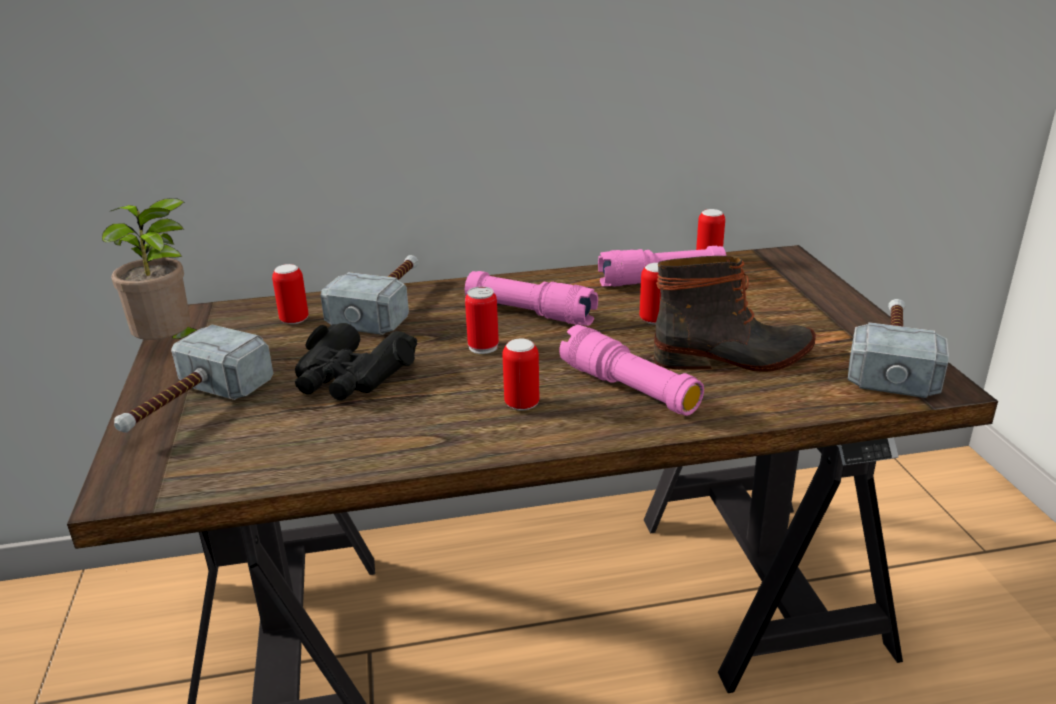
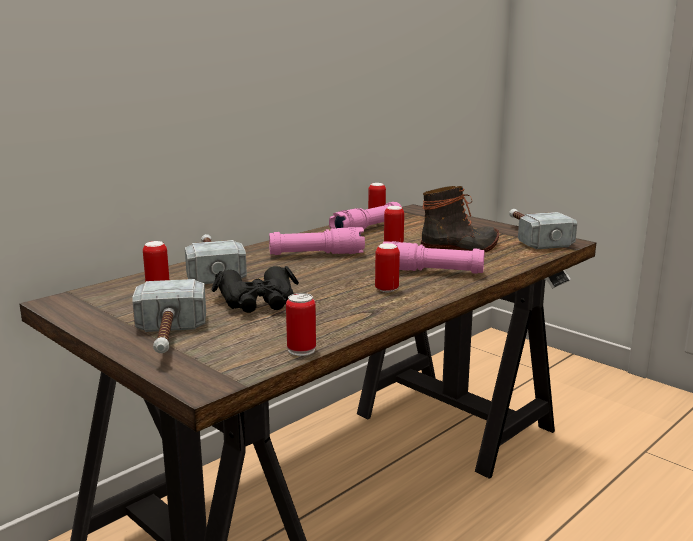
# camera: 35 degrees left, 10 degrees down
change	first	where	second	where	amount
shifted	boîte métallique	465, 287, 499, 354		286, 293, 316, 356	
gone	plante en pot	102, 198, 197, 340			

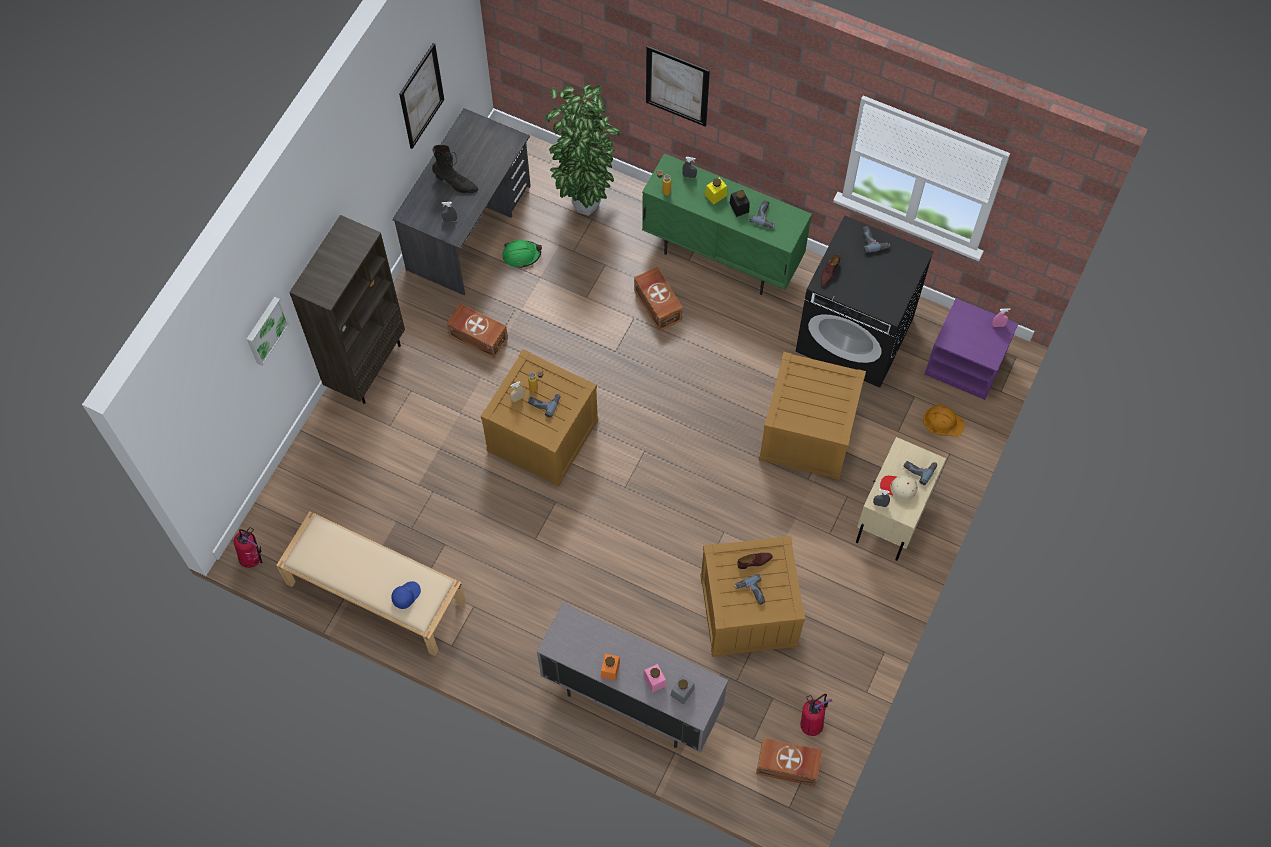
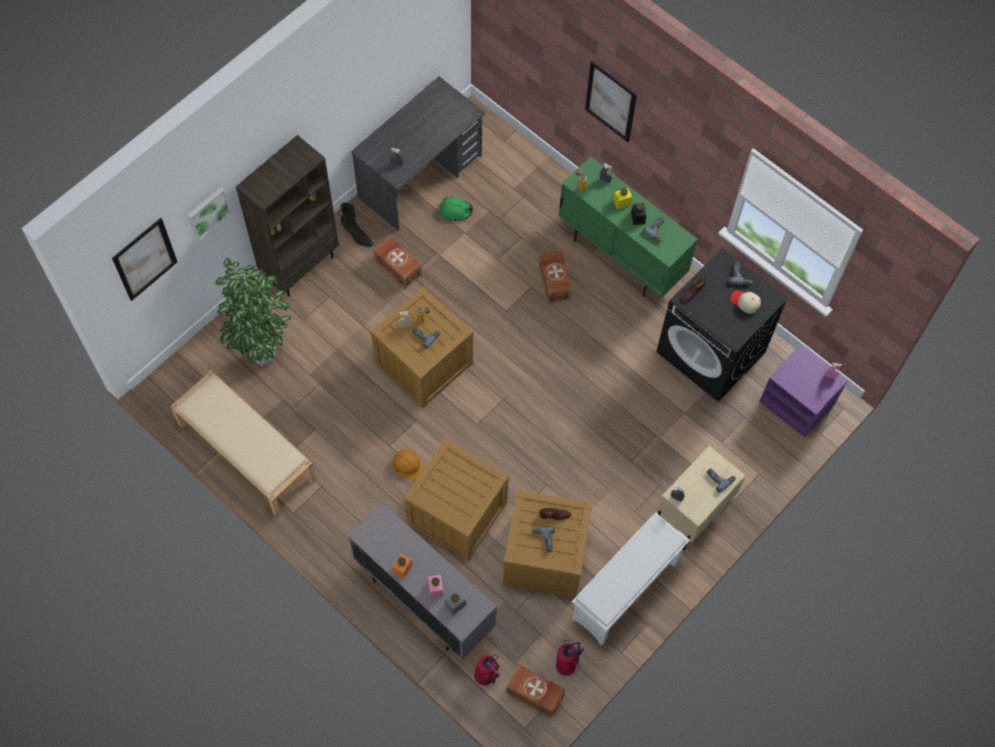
# camera: 15 degrees right, 0 degrees up
change	first	where	second	where	amount
shifted	tableau	399, 43, 444, 149		112, 218, 177, 301	
shifted	plante en pot	545, 85, 621, 216		215, 257, 292, 366	
shifted	botte/noir	432, 145, 478, 193		340, 203, 373, 247	
shifted	casque de chantier/orange	923, 405, 965, 437		392, 449, 426, 481	
shifted	caisse	759, 352, 866, 480		403, 438, 509, 561	
shifted	extincteur	234, 527, 263, 568		474, 654, 500, 685	
new			étagère à chaussures/blanc	572, 512, 690, 646	
shifted	casquette/beige	880, 475, 918, 500		730, 290, 761, 314	
gone	casquette/bleu	391, 581, 421, 609			

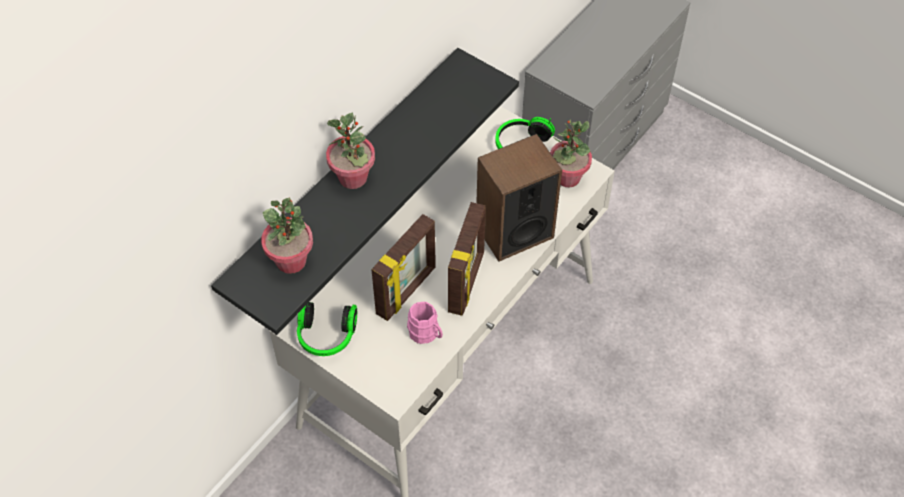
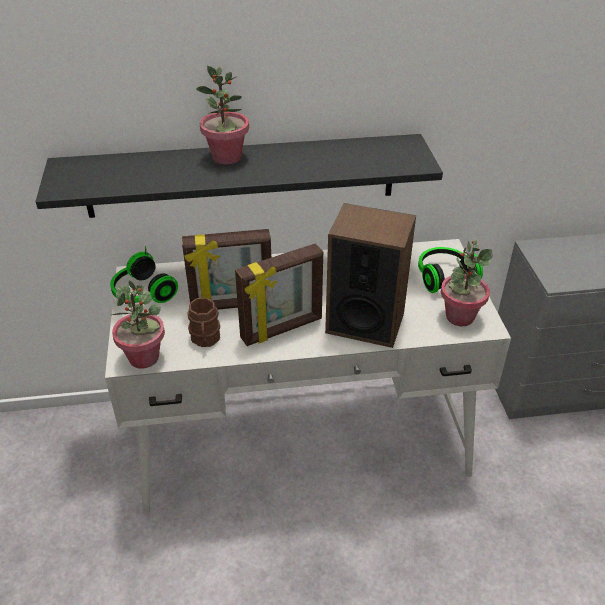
# camera: 45 degrees right, 15 degrees down
change	first	where	second	where	amount
shifted	plante en pot	261, 198, 313, 274		111, 280, 165, 369	
repainted	mug/rose	407, 301, 443, 344	mug/marron	187, 298, 220, 347	

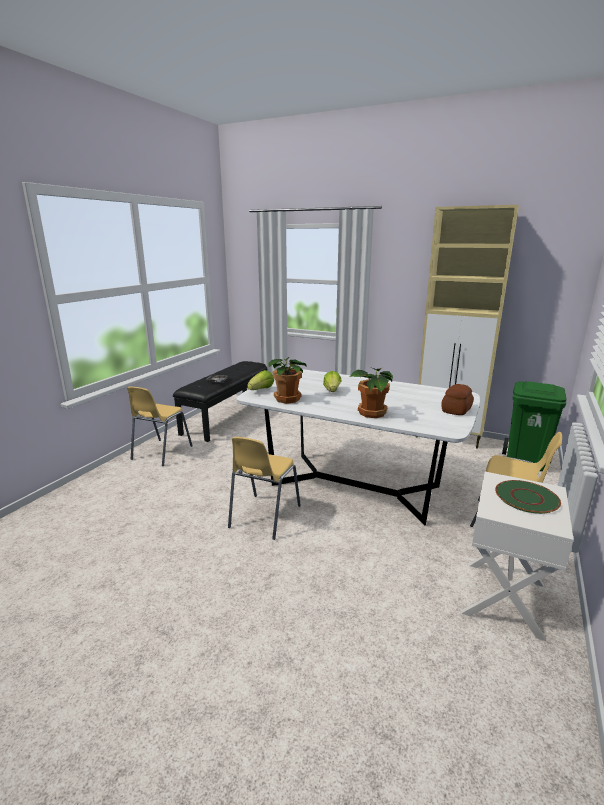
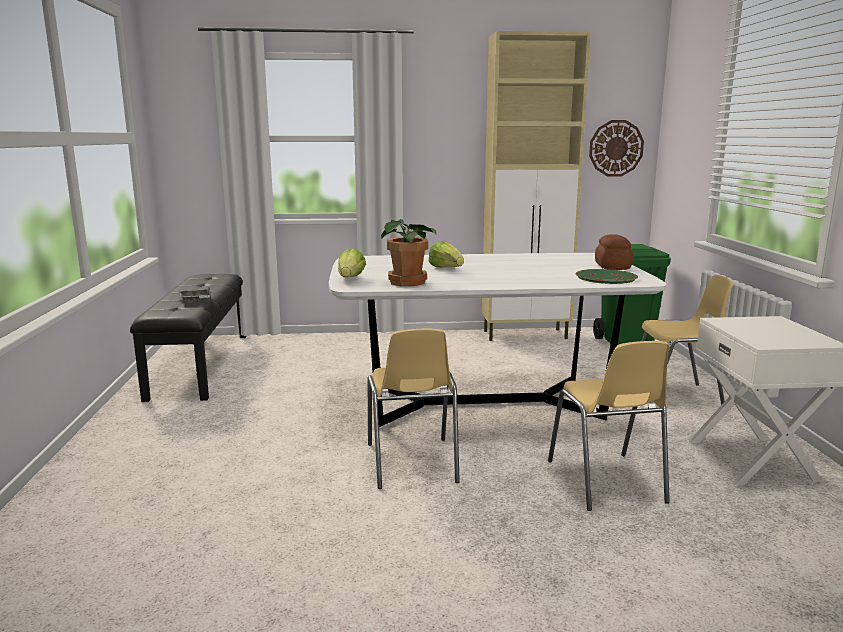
# camera: 30 degrees left, 5 degrees down
change	first	where	second	where	amount
shifted	chaise/jaune	127, 387, 193, 466		548, 341, 670, 511	
shifted	assiette/vert	495, 480, 561, 514		575, 269, 638, 284	
new			horloge murale	589, 120, 644, 177	
gone	plante en pot	349, 367, 393, 418			

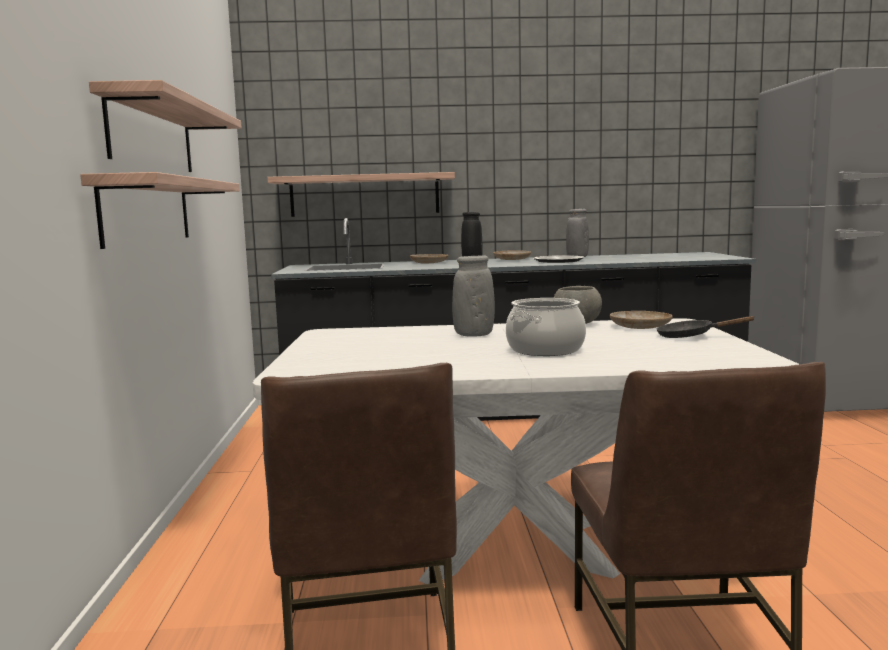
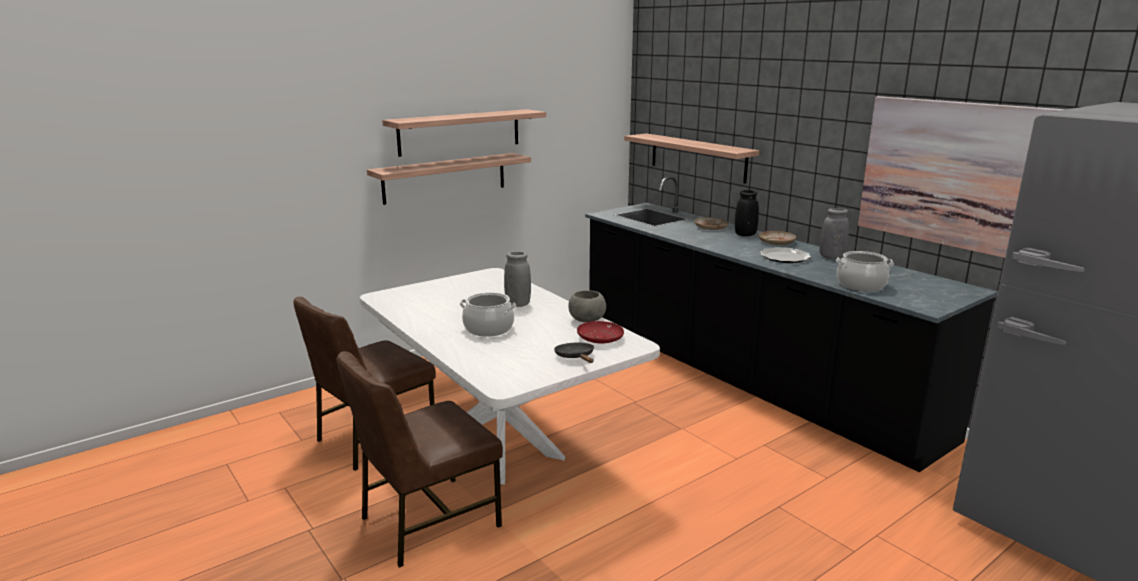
# camera: 55 degrees right, 10 degrees up
change	first	where	second	where	amount
repainted	assiette/beige	610, 311, 673, 329	assiette/rouge	577, 321, 624, 343	
new			marmite	836, 251, 894, 291	
new			tableau	858, 96, 1066, 258	

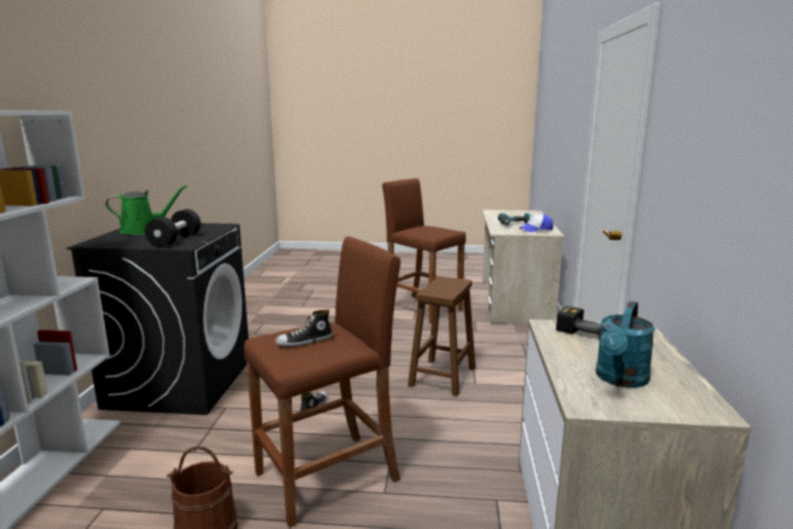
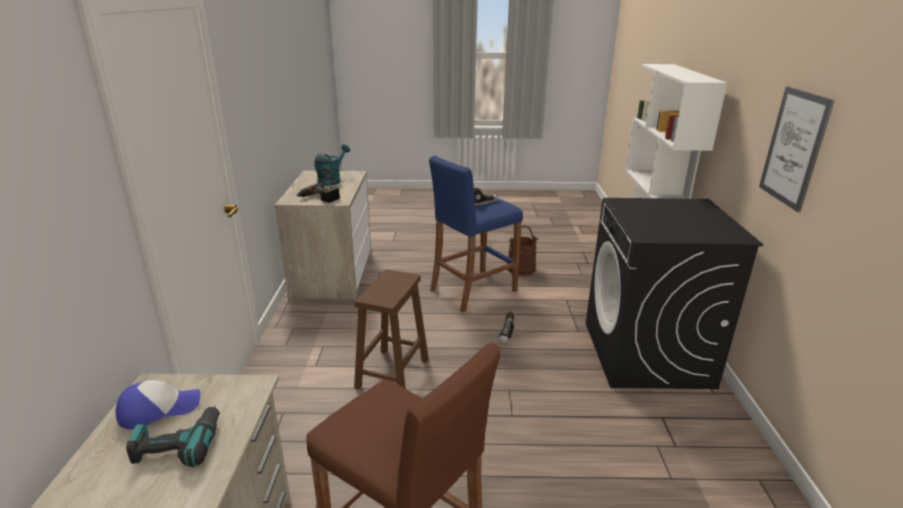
# camera: 175 degrees right, 10 degrees up
change	first	where	second	where	amount
repainted	tabouret/marron	244, 236, 401, 528	tabouret/bleu	429, 156, 523, 312	
new			tableau	759, 87, 835, 212	
gone	arrosoir/vert	106, 185, 187, 235			
gone	haltère/noir	145, 209, 201, 247			

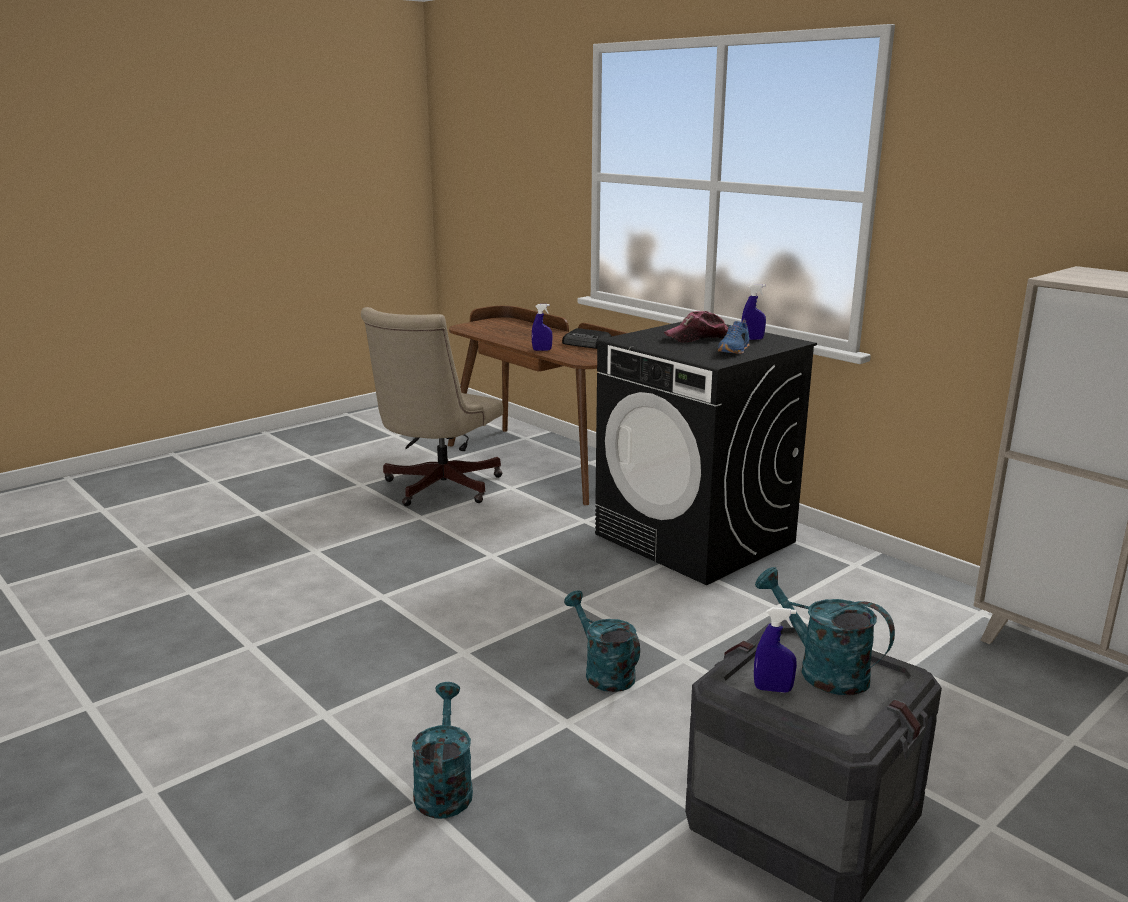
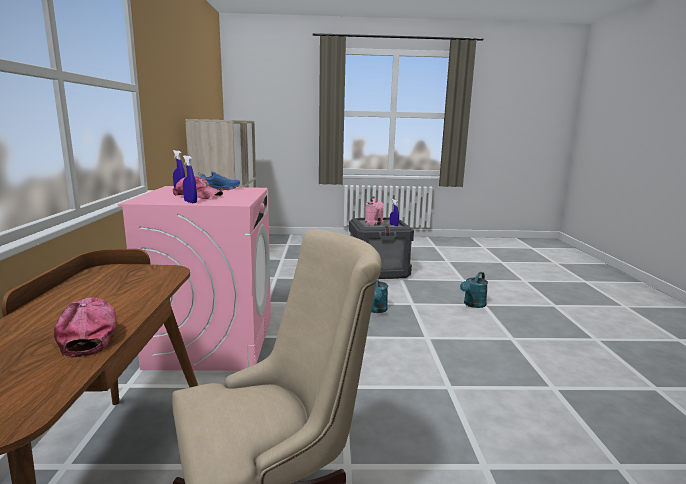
# camera: 140 degrees left, 5 degrees down
change	first	where	second	where	amount
new			casquette	54, 297, 117, 359	
repainted	lave-linge/noir	595, 322, 817, 585	lave-linge/rose	118, 186, 271, 371	
shifted	vaporisateur/bleu	532, 304, 553, 351		183, 155, 197, 203	
repainted	arrosoir/turquoise	755, 567, 895, 695	arrosoir/rose	365, 196, 384, 226	
gone	radio	562, 328, 612, 349			

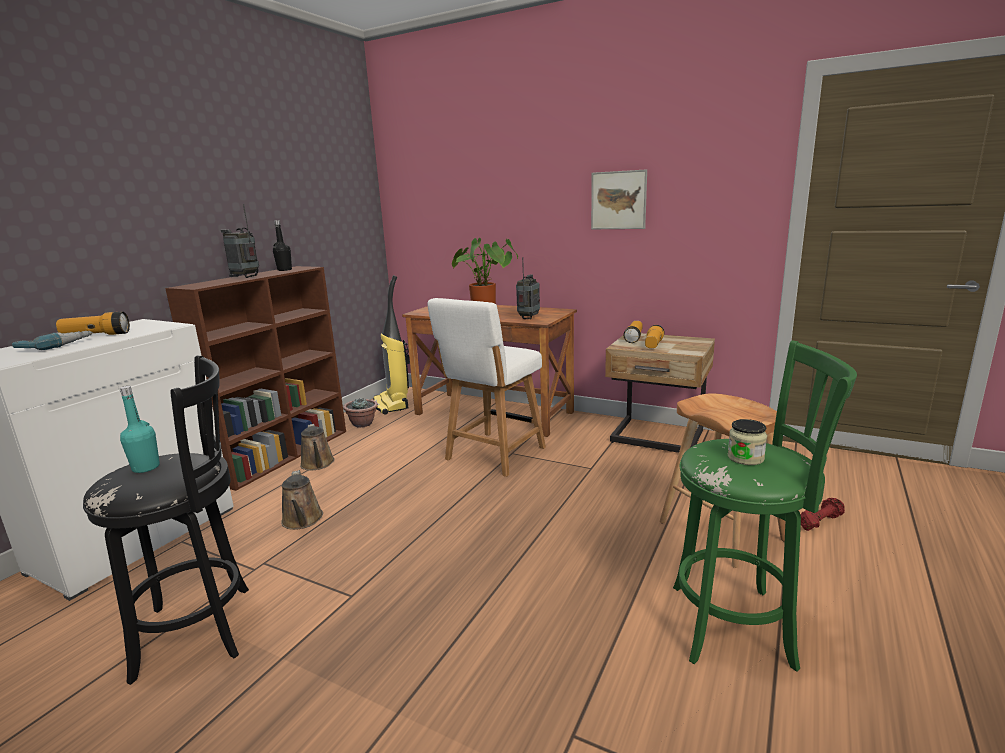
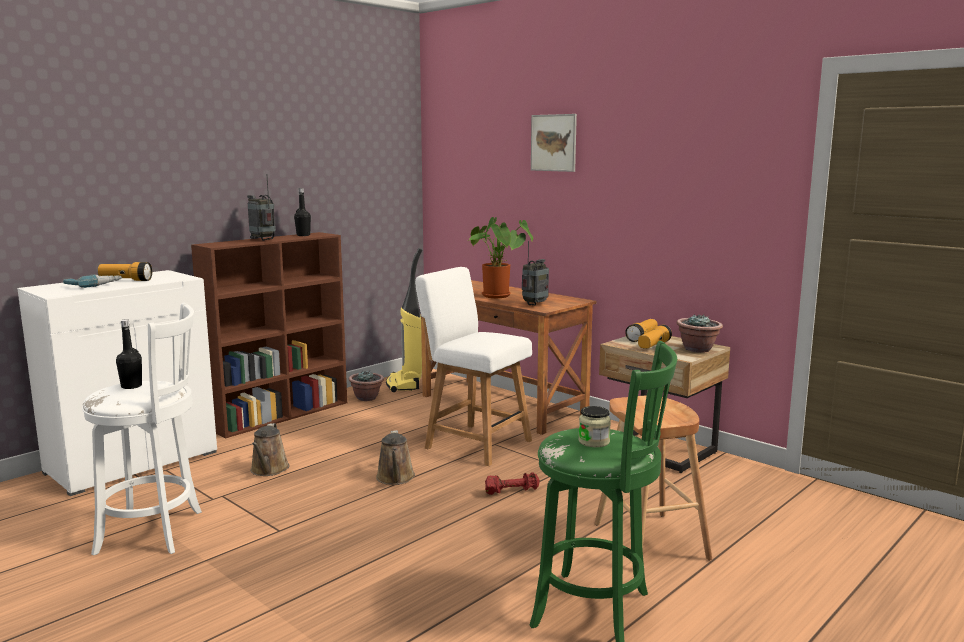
# camera: 15 degrees right, 5 degrees down
change	first	where	second	where	amount
repainted	tabouret/noir	83, 355, 249, 685	tabouret/blanc	82, 303, 202, 556	
repainted	bouteille/turquoise	120, 386, 160, 473	bouteille/noir	116, 319, 142, 389	
shifted	arrosoir/marron	300, 424, 335, 471		376, 430, 415, 485	
rotated	chaise/blanc	427, 298, 546, 477		415, 267, 532, 466	75 degrees clockwise
shifted	haltère/rouge	800, 498, 845, 531		485, 472, 540, 495	
shifted	tableau	591, 169, 647, 229		531, 114, 577, 172	
new			plante en pot	676, 314, 723, 353	

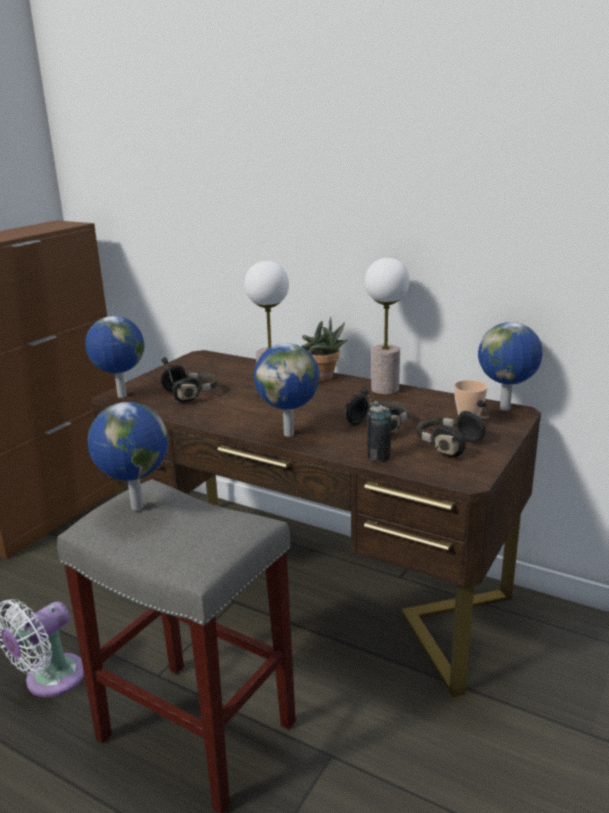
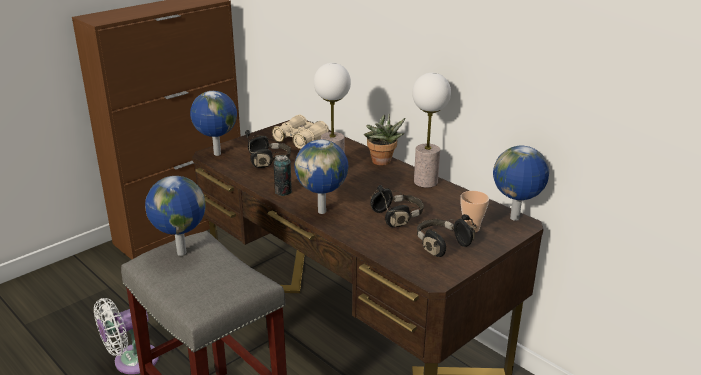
# camera: 15 degrees right, 5 degrees up
change	first	where	second	where	amount
new			jumelles/beige	272, 115, 329, 149	
shifted	boîte métallique	367, 405, 391, 462		274, 155, 292, 196	

